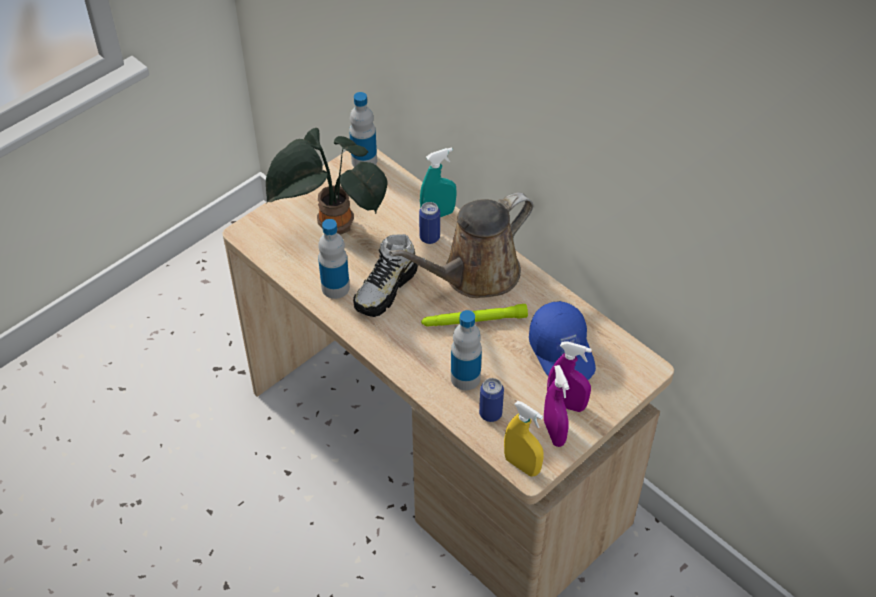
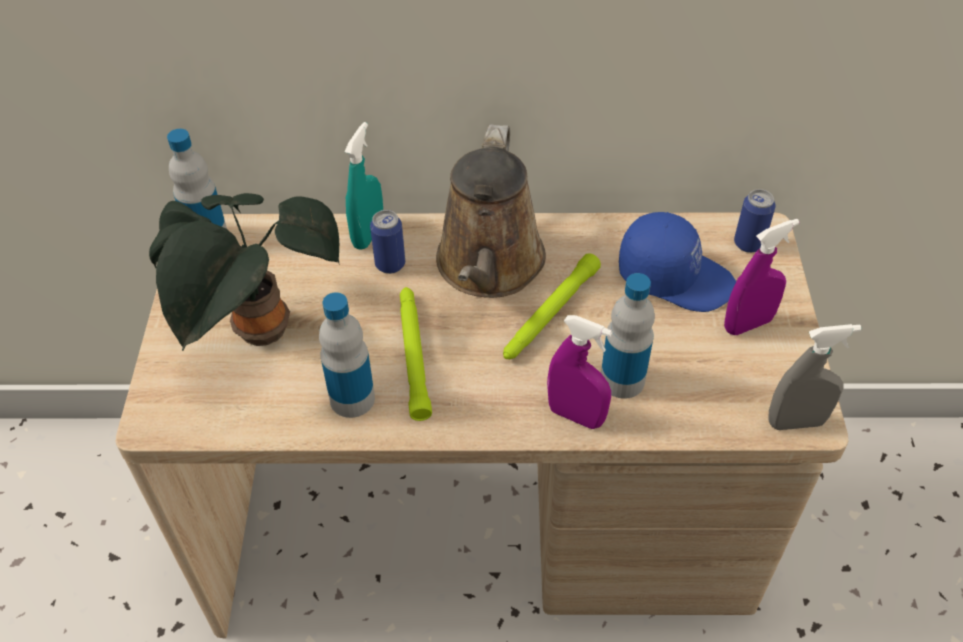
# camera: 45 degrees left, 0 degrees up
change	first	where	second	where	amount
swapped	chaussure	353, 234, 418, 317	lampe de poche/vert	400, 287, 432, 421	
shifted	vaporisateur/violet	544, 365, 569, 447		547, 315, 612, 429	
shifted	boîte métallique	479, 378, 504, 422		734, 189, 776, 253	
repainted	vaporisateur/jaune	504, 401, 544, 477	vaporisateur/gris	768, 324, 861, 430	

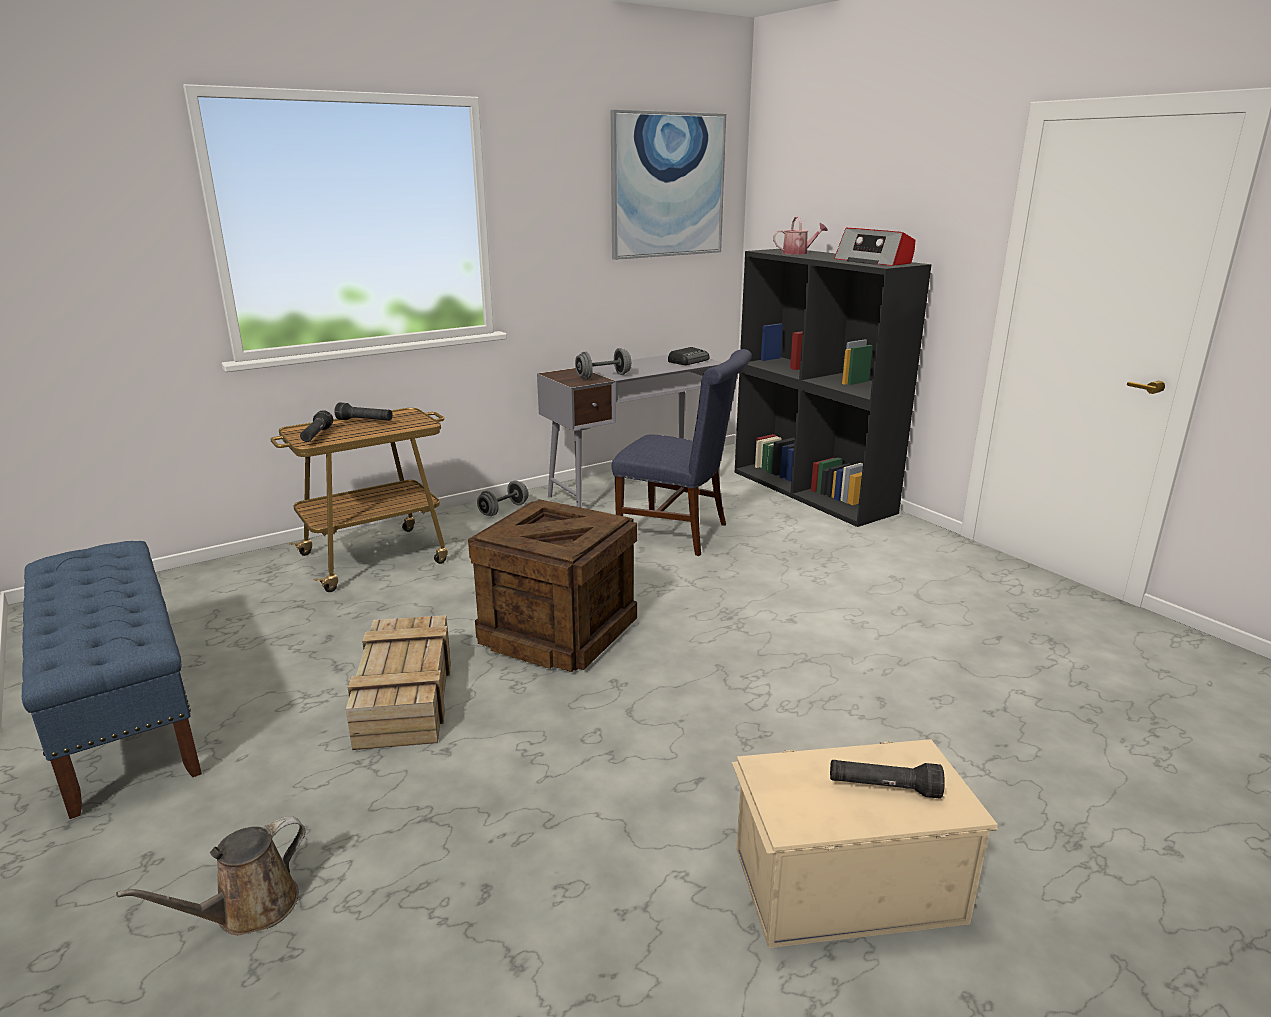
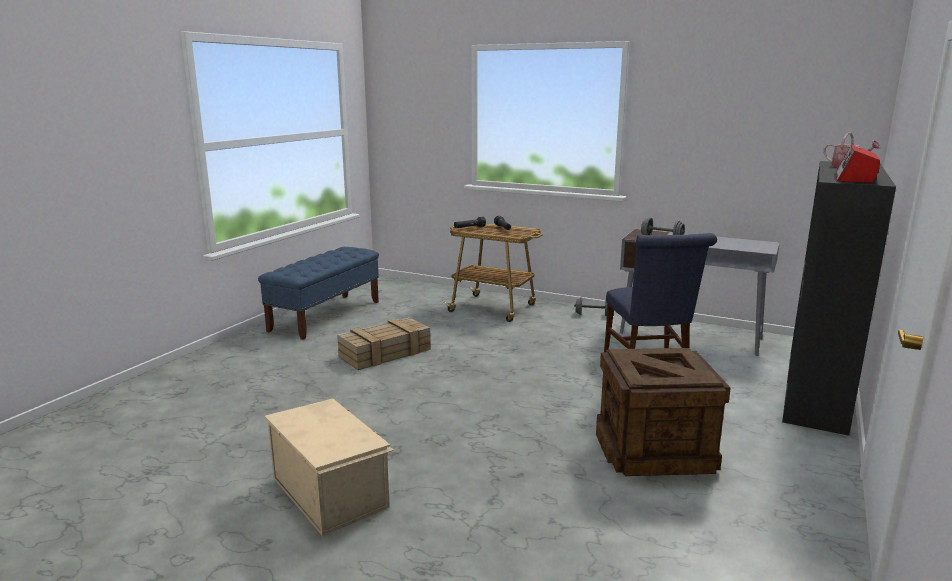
# camera: 60 degrees right, 5 degrees down
change	first	where	second	where	amount
shifted	caisse	468, 499, 637, 672		596, 348, 731, 476	
gone	arrosoir/marron	116, 816, 306, 935			
gone	tableau	611, 110, 726, 260			
gone	radio	668, 347, 710, 365			
gone	lampe de poche/noir	830, 760, 945, 799			

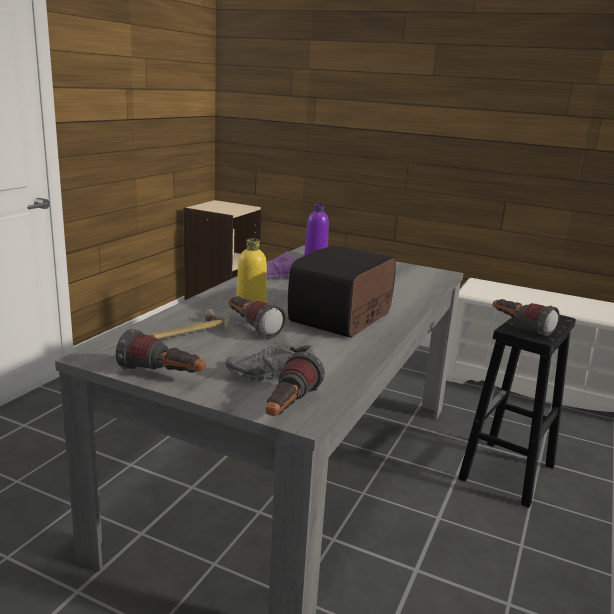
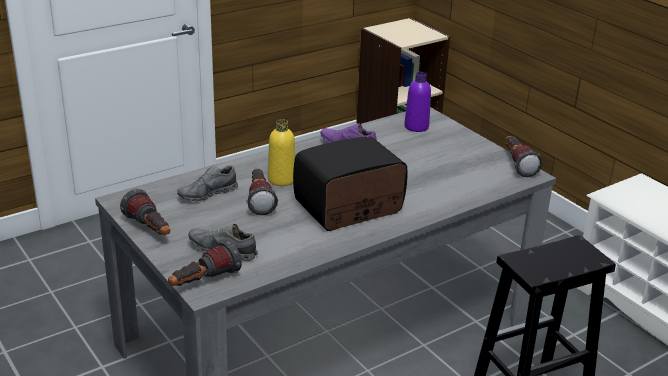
# camera: 30 degrees right, 10 degrees up
change	first	where	second	where	amount
swapped	marteau	150, 309, 230, 339	chaussure/gris	177, 165, 238, 201	
shifted	lampe de poche	493, 299, 560, 336		506, 136, 543, 177	

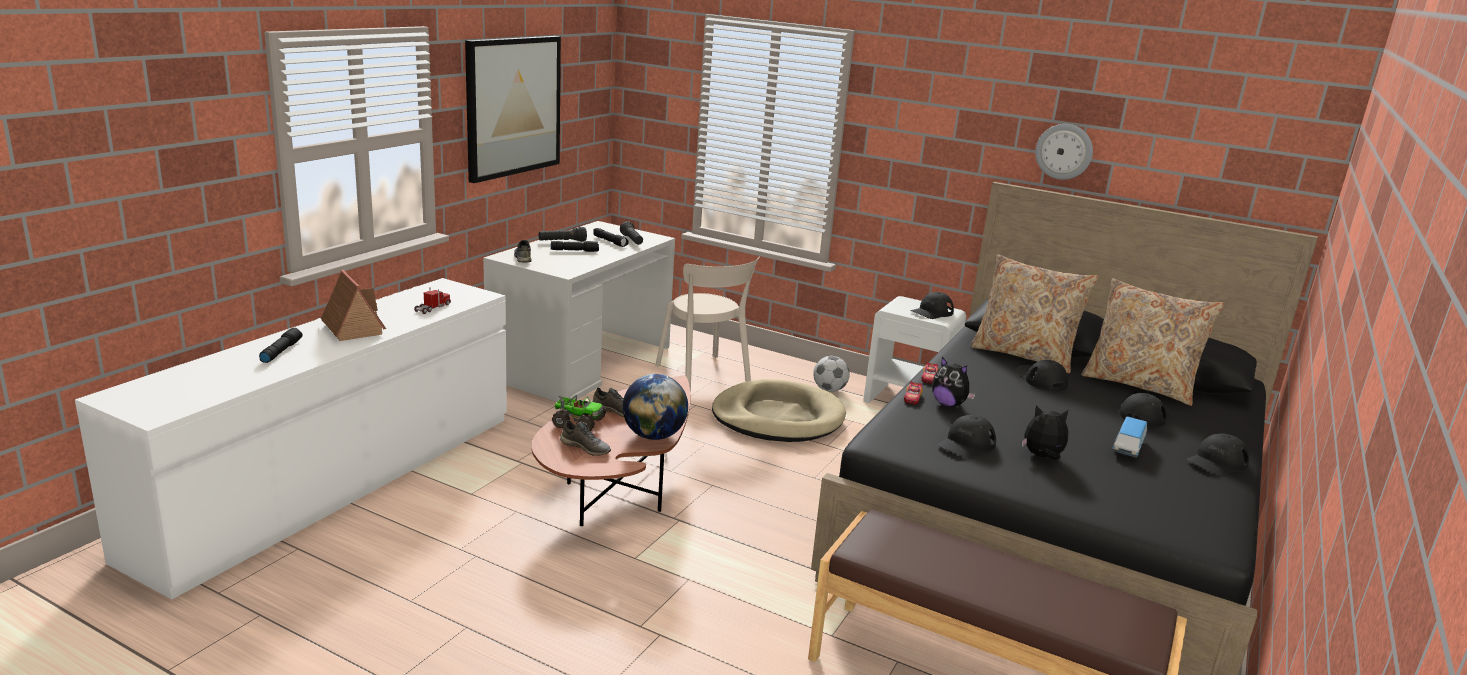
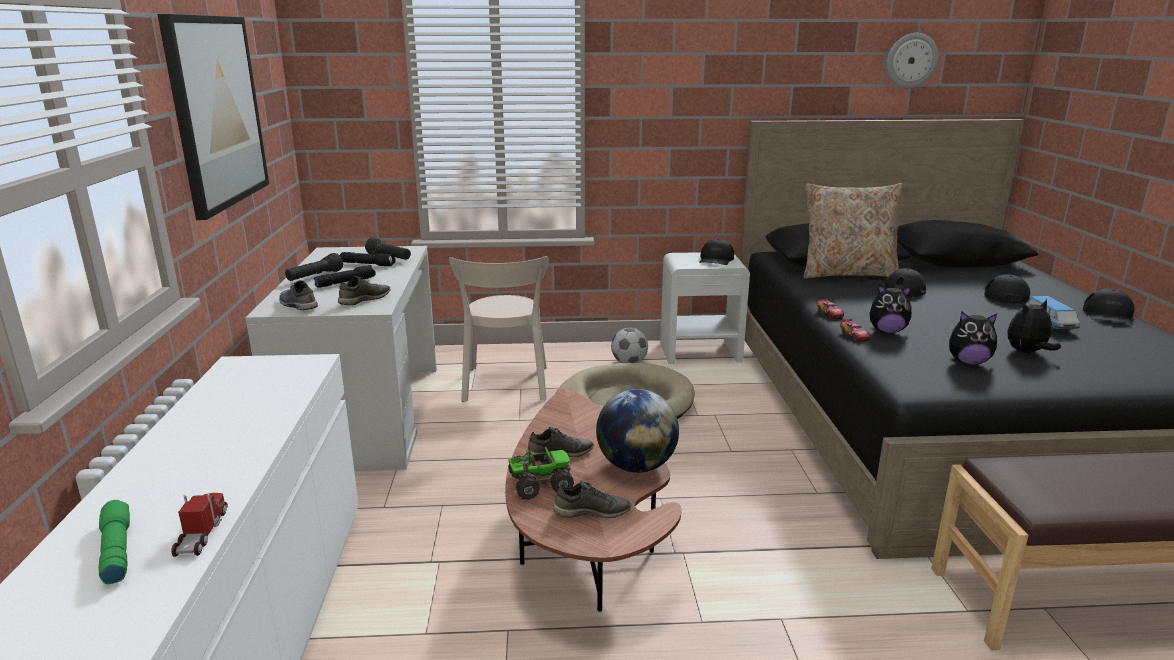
# camera: 30 degrees left, 0 degrees up
change	first	where	second	where	amount
repainted	lampe de poche/noir	259, 328, 303, 363	lampe de poche/vert	98, 500, 130, 584	
shifted	camion jouet	414, 287, 451, 314		172, 493, 228, 557	
new			chaussure/gris	338, 276, 391, 305	
rotated	chaise/beige	655, 256, 760, 392		449, 256, 549, 402	60 degrees clockwise
shifted	horloge murale	1035, 124, 1093, 180		886, 33, 938, 88	
swapped	casquette/noir	938, 415, 996, 459	peluche	949, 312, 997, 365	
gone	maison miniature	321, 270, 386, 341			
gone	coussin/beige	1081, 278, 1224, 406			

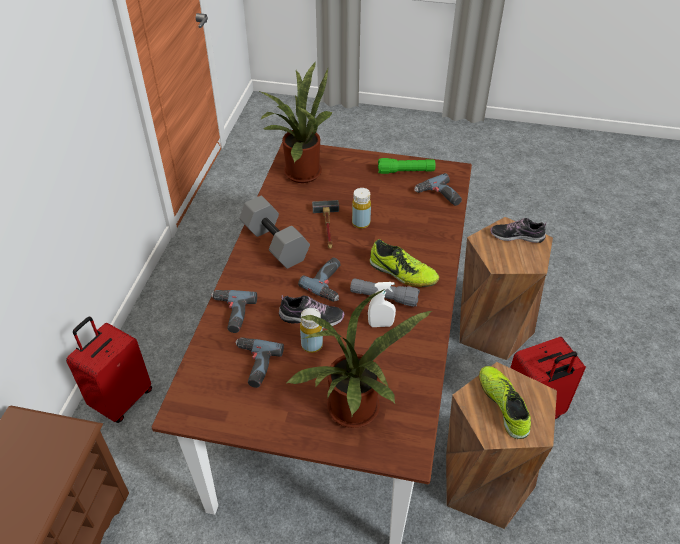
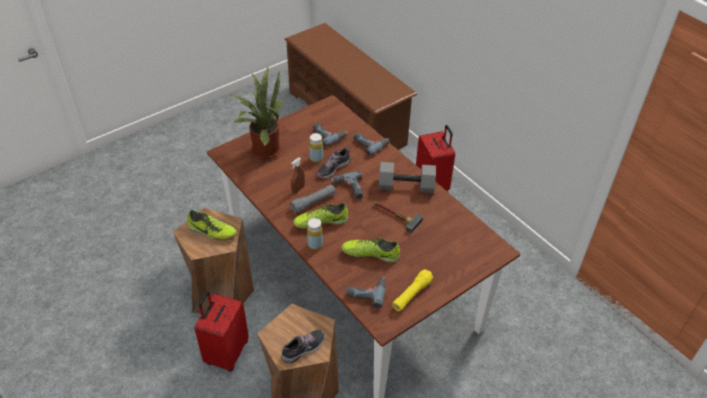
# camera: 130 degrees right, 0 degrees up
change	first	where	second	where	amount
repainted	vaporisateur/blanc	368, 282, 396, 327	vaporisateur/marron	291, 157, 305, 193	
shifted	bouteille/jaune	352, 188, 371, 229		307, 218, 323, 250	
new			chaussure	341, 238, 400, 263	
repainted	lampe de poche/vert	378, 158, 435, 174	lampe de poche/jaune	392, 269, 433, 311	
gone	plante en pot	261, 62, 332, 183			

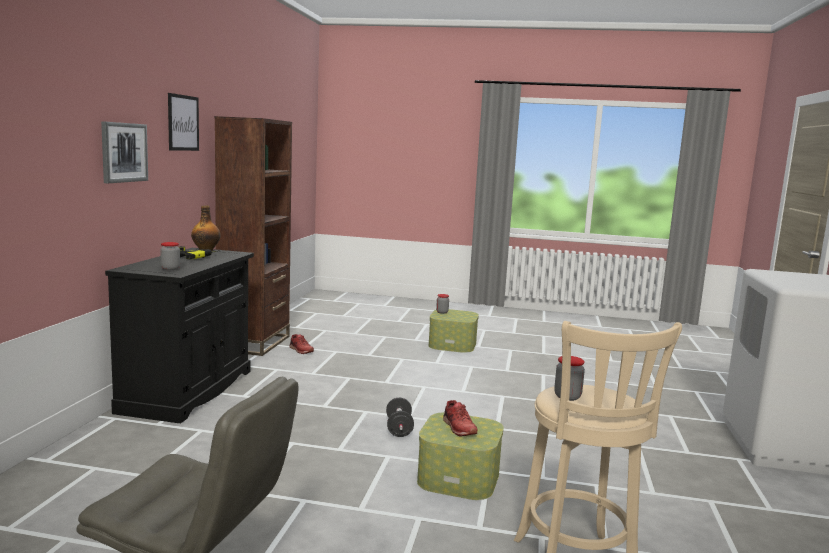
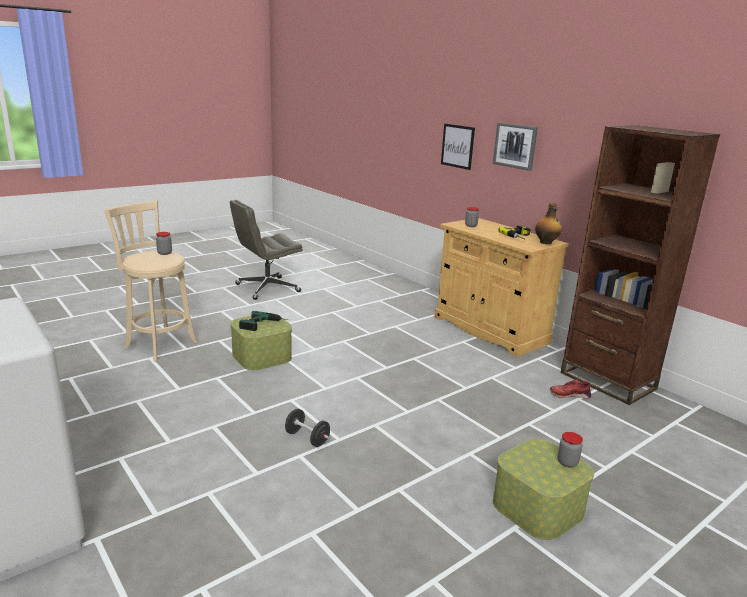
# camera: 130 degrees right, 10 degrees up
change	first	where	second	where	amount
swapped	chaussure/rouge	443, 400, 478, 437	perceuse	239, 311, 288, 331	
shifted	haltère/noir	386, 398, 414, 437		285, 409, 330, 447	
repainted	meuble de rangement/noir	105, 248, 254, 423	meuble de rangement/beige	434, 218, 569, 357	
shifted	tableau	168, 93, 199, 151		441, 124, 475, 170	

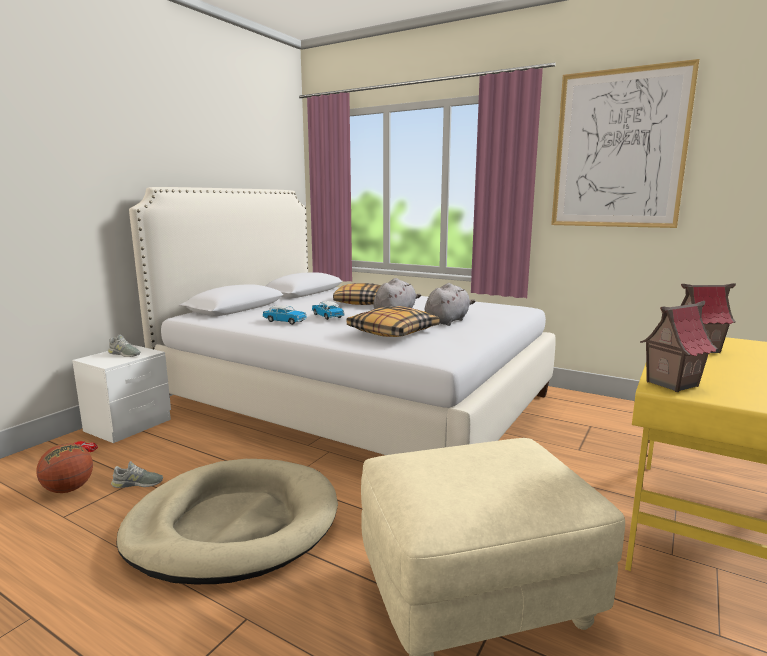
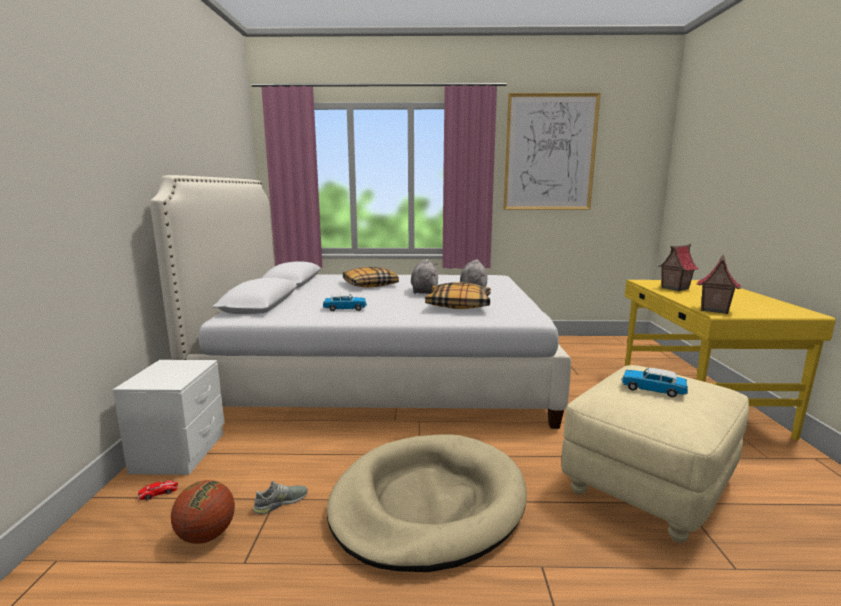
# camera: 30 degrees left, 0 degrees up
change	first	where	second	where	amount
shifted	petite voiture	312, 301, 344, 320		621, 367, 688, 397	
gone	chaussure/gris	108, 335, 141, 357			

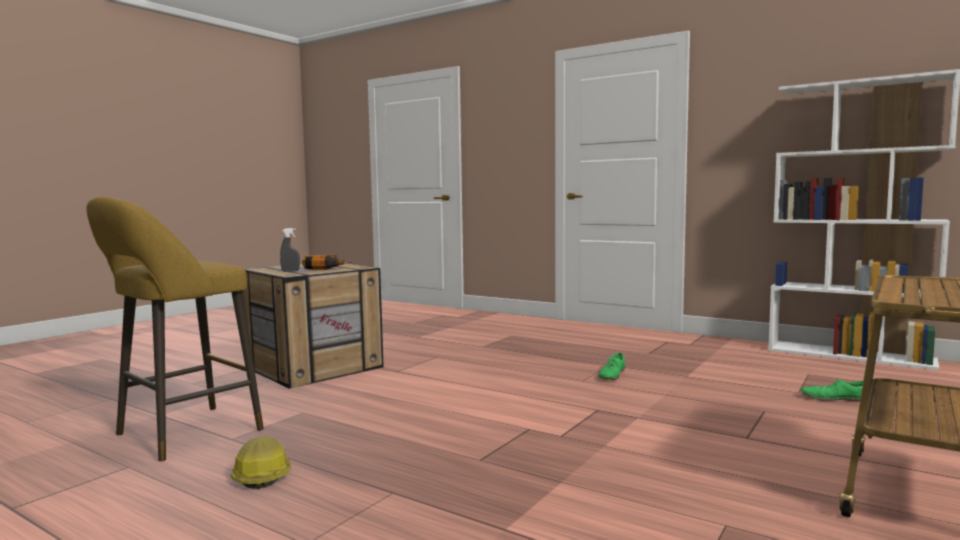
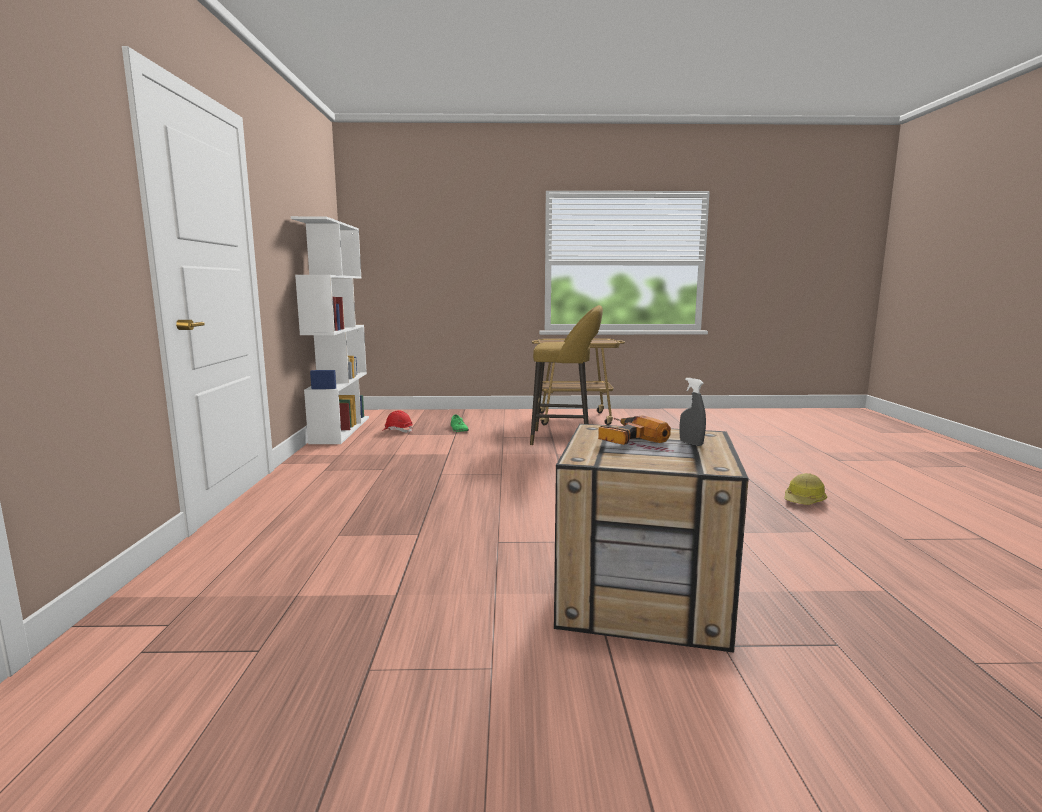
# camera: 125 degrees left, 5 degrees up
change	first	where	second	where	amount
new			casque de chantier/rouge	382, 410, 413, 433	
shifted	tabouret/jaune	86, 197, 264, 461		530, 305, 603, 445	
gone	chaussure/vert	598, 353, 625, 380			

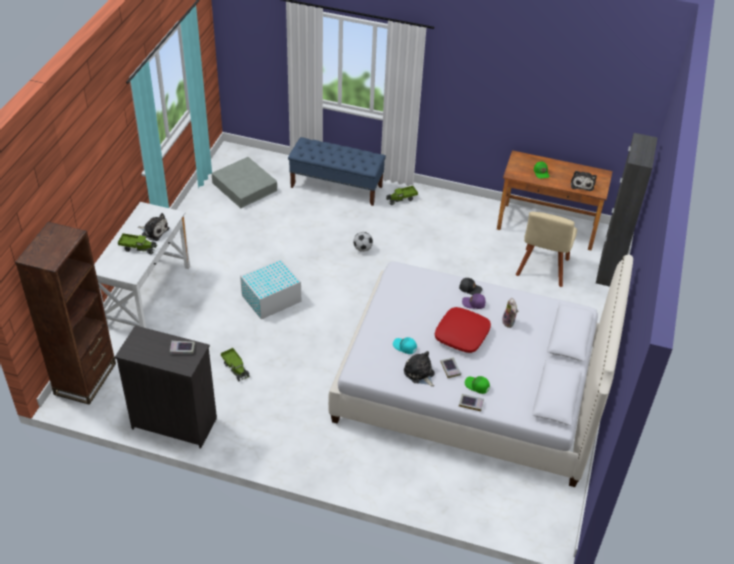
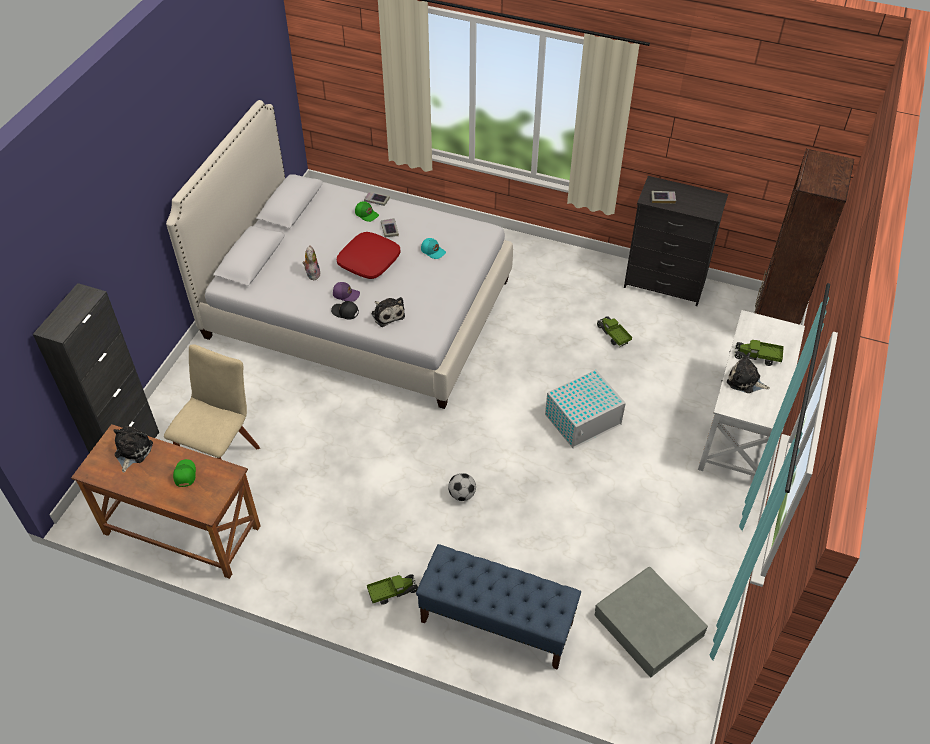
# camera: 175 degrees left, 5 degrees up
change	first	where	second	where	amount
shifted	peluche	404, 351, 435, 387		371, 297, 405, 327	

